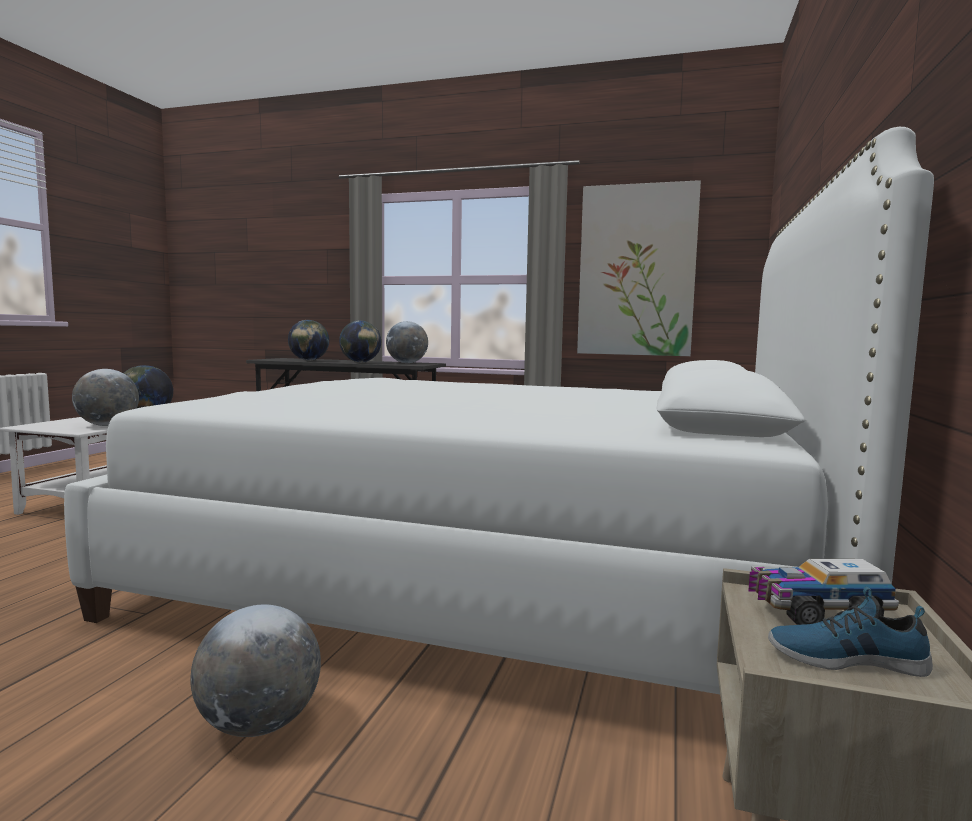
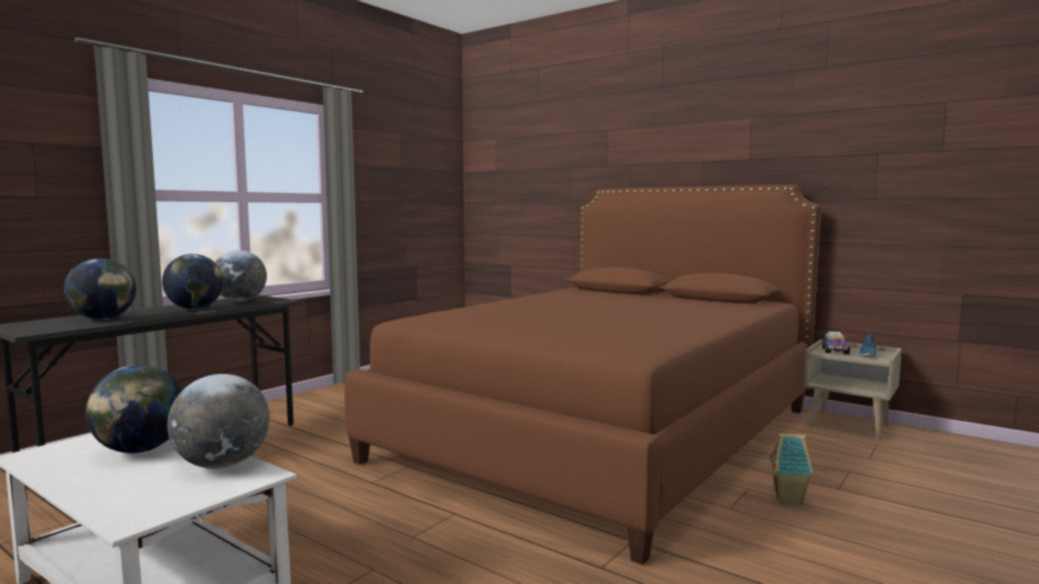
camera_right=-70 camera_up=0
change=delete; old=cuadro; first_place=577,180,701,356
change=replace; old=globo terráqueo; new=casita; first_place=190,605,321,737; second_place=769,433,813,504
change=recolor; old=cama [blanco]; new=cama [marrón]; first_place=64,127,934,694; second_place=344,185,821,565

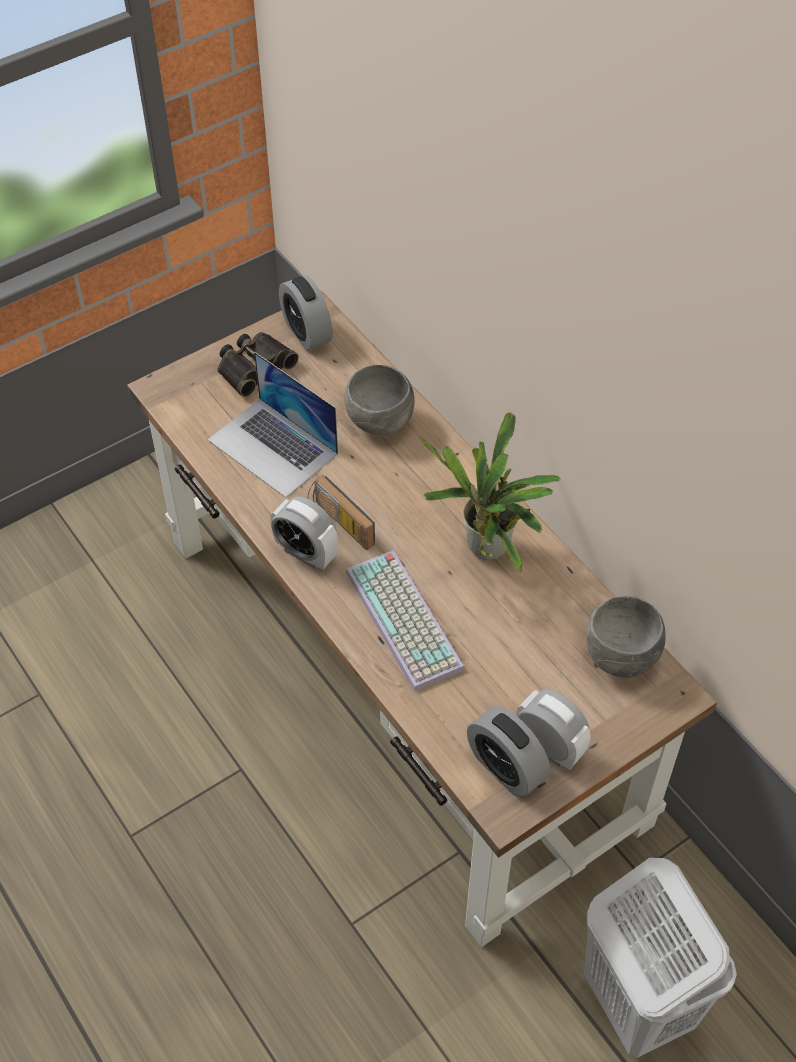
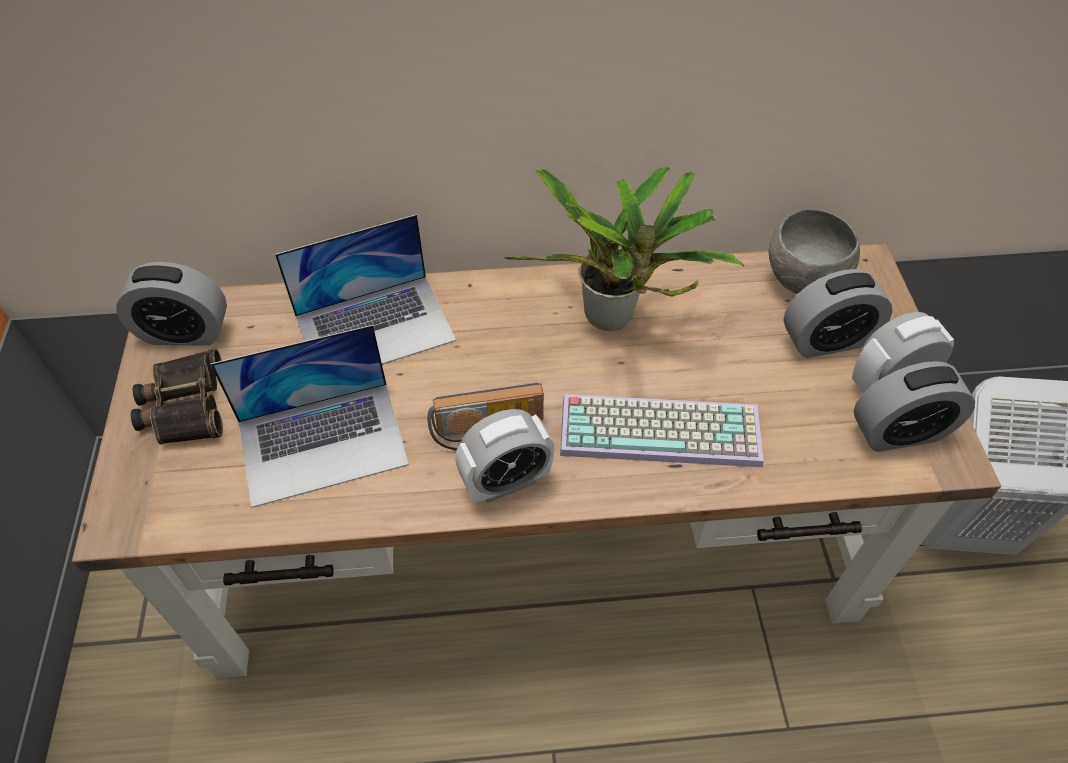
camera_right=-60 camera_up=0
change=insert; new=despertador; second_place=784,269,893,358
change=replace; old=cuenco [gris]; new=portátil; first_place=344,365,415,435; second_place=275,214,456,365

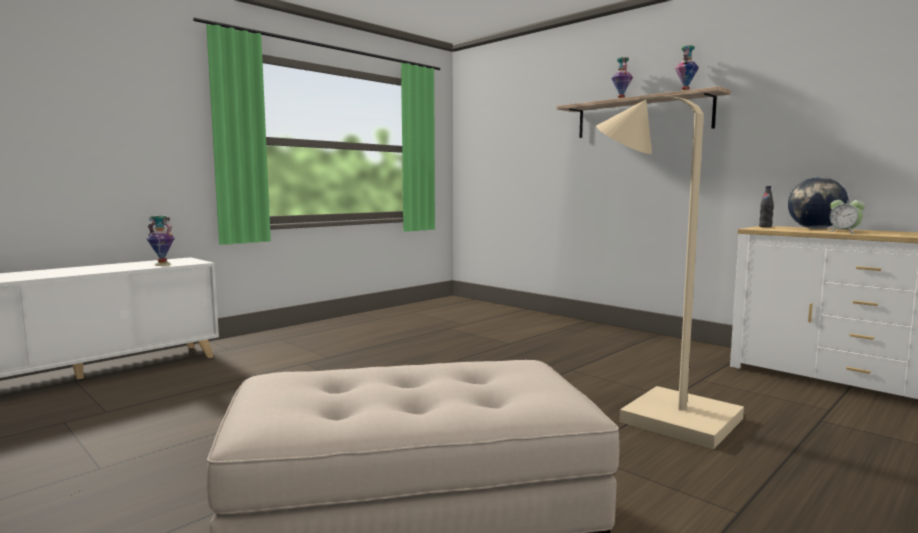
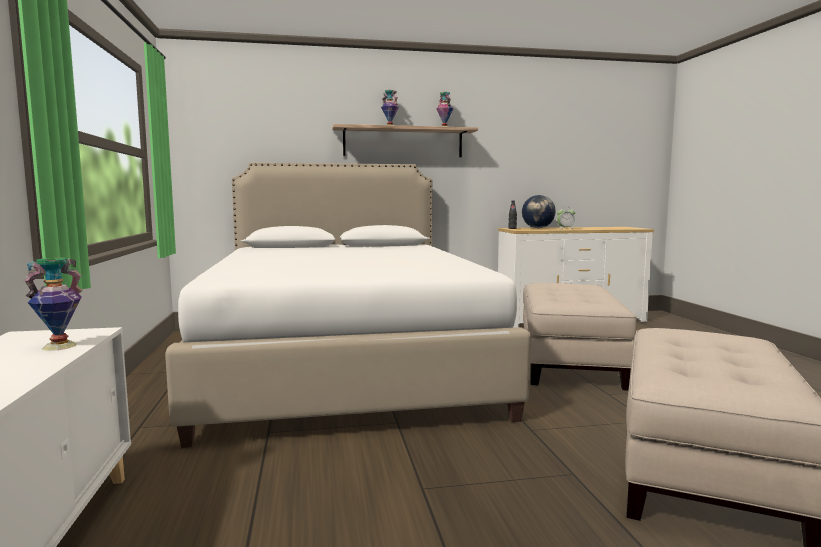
camera_right=-55 camera_up=0
change=insert; new=cama [blanco]; second_place=165,162,531,448
change=replace; old=lámpara de pie [beis]; new=puf [beis]; first_place=596,96,744,449; second_place=523,283,637,391

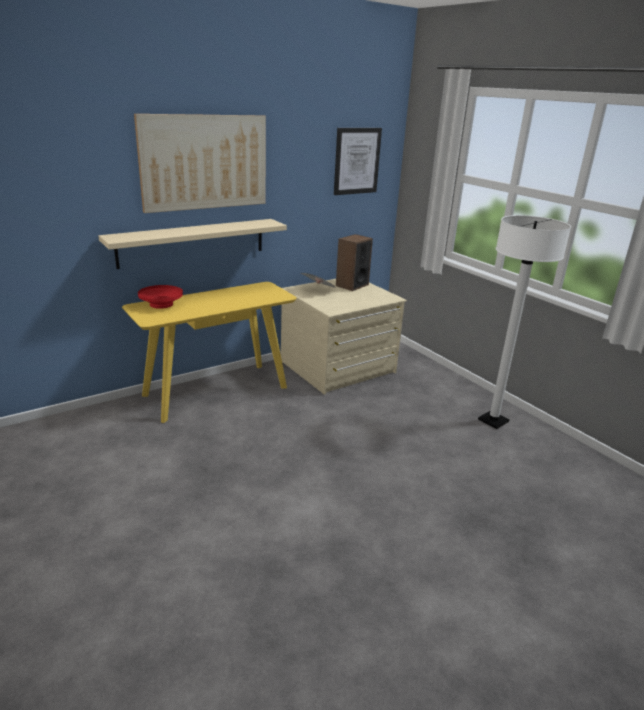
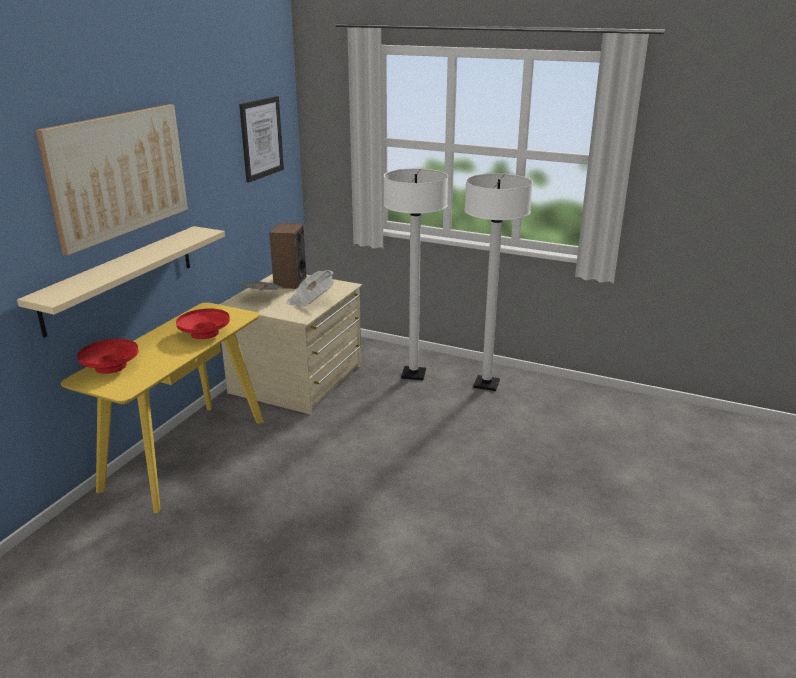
camera_right=-30 camera_up=0
change=insert; new=cuenco [rojo]; second_place=176,308,230,339
change=insert; new=periódico; second_place=286,270,334,308
change=insert; new=lámpara de pie [blanco]; second_place=384,168,448,380

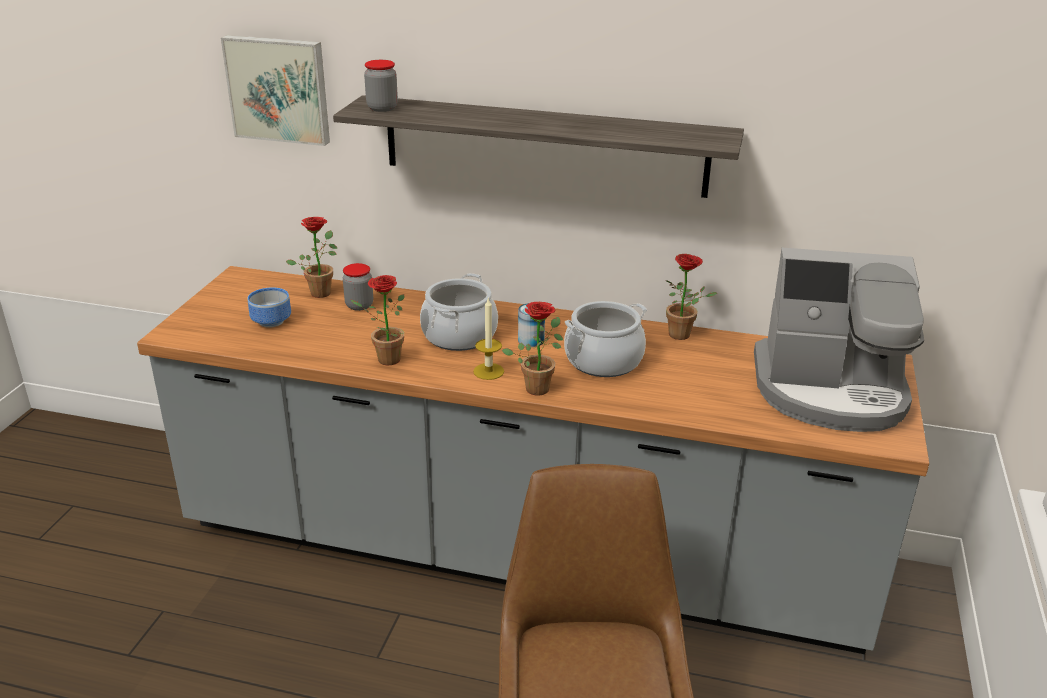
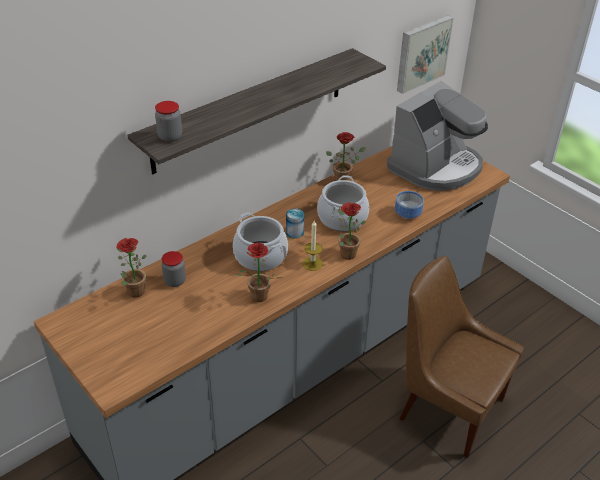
camera_right=-55 camera_up=10
change=move; old=cuadro; first_place=221,35,330,146; second_place=397,15,453,94
change=move; old=cuenco; first_place=248,287,291,328; second_place=395,191,424,219

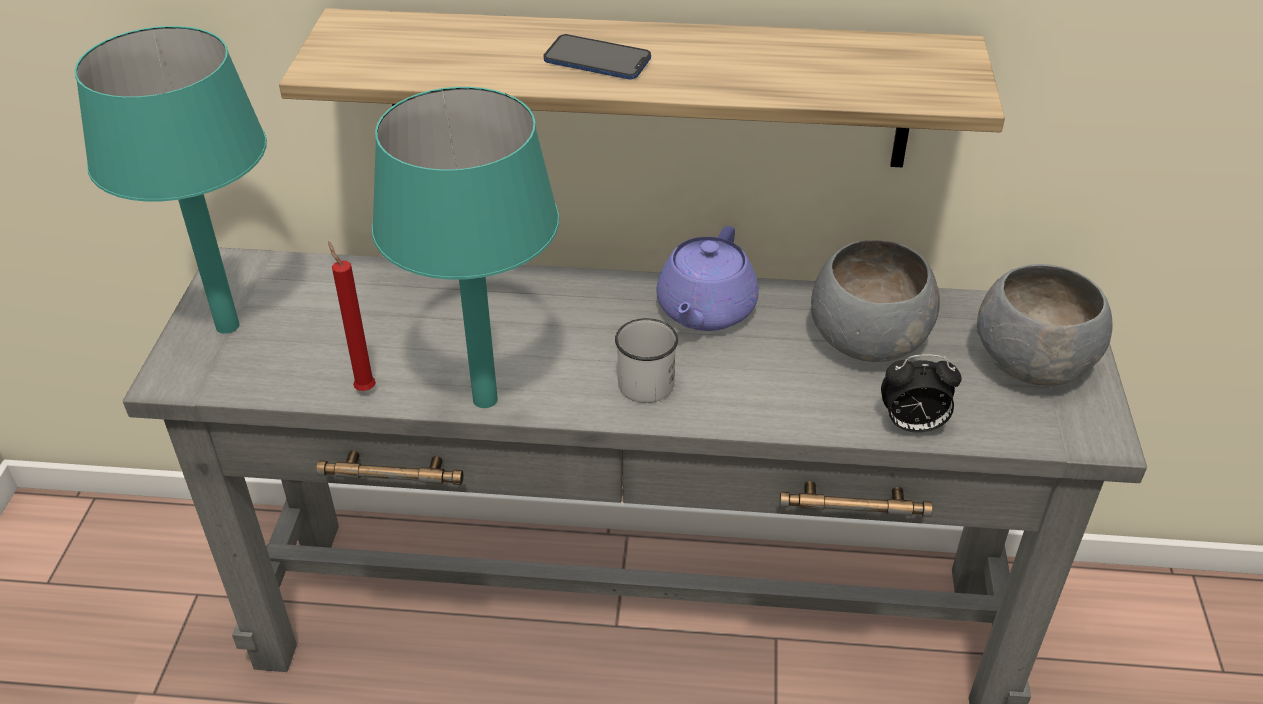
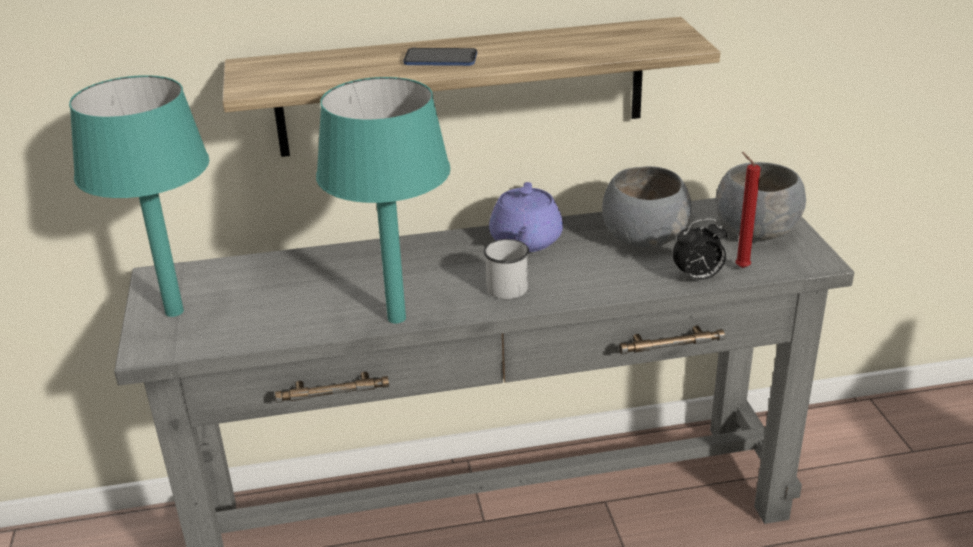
camera_right=-15 camera_up=-10
change=move; old=vela [rojo]; first_place=328,241,376,391; second_place=735,152,761,268

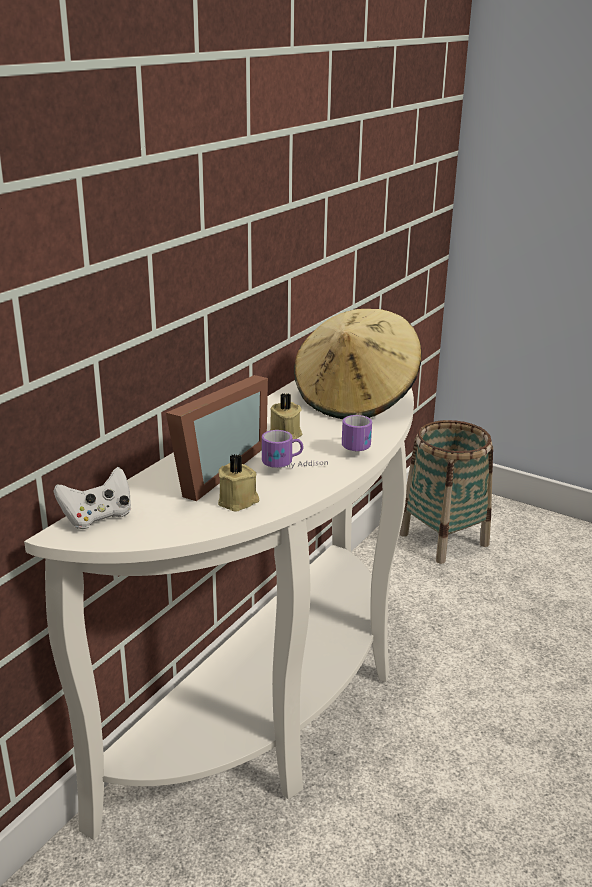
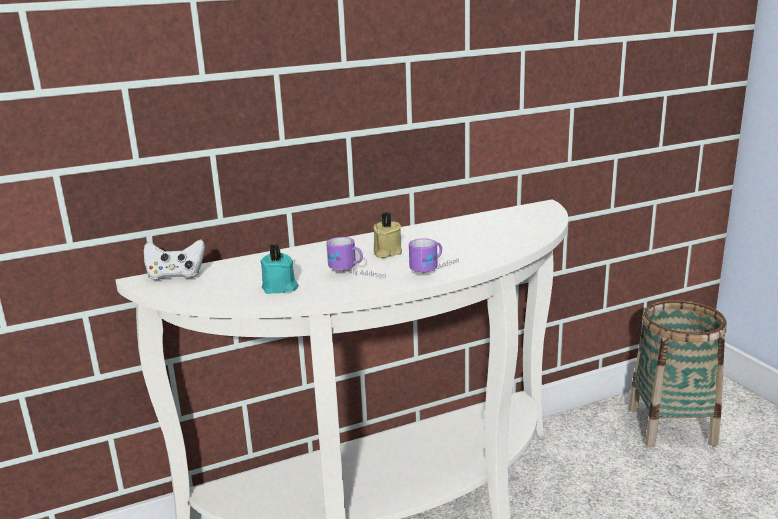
camera_right=35 camera_up=-5
change=delete; old=portarretratos; first_place=166,375,268,501
change=delete; old=sombrero [beis]; first_place=294,309,422,419
change=recolor; old=vela [beis]; new=vela [turquesa]; first_place=218,454,259,512; second_place=260,244,298,294

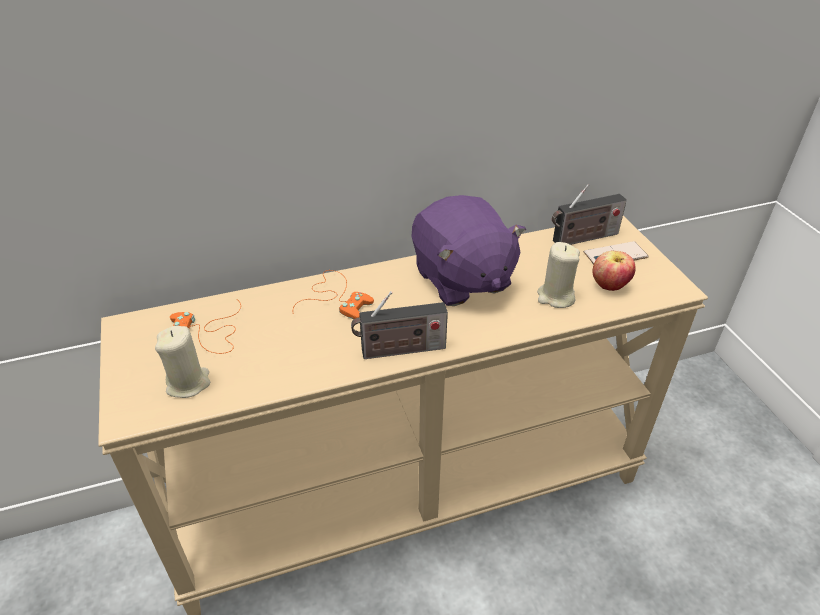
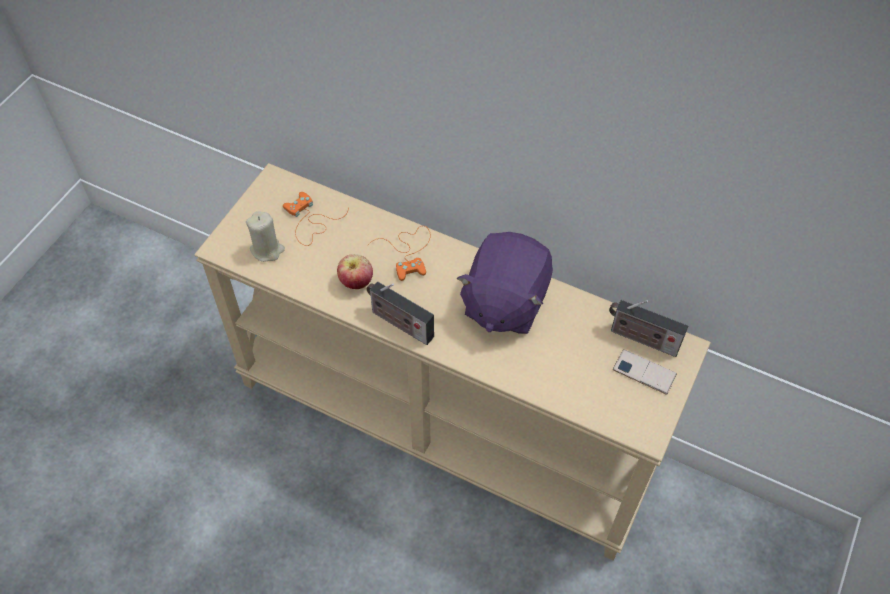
camera_right=45 camera_up=15
change=delete; old=vela [beis]; first_place=537,242,580,308
change=move; old=manzana; first_place=593,250,636,291; second_place=337,254,373,289

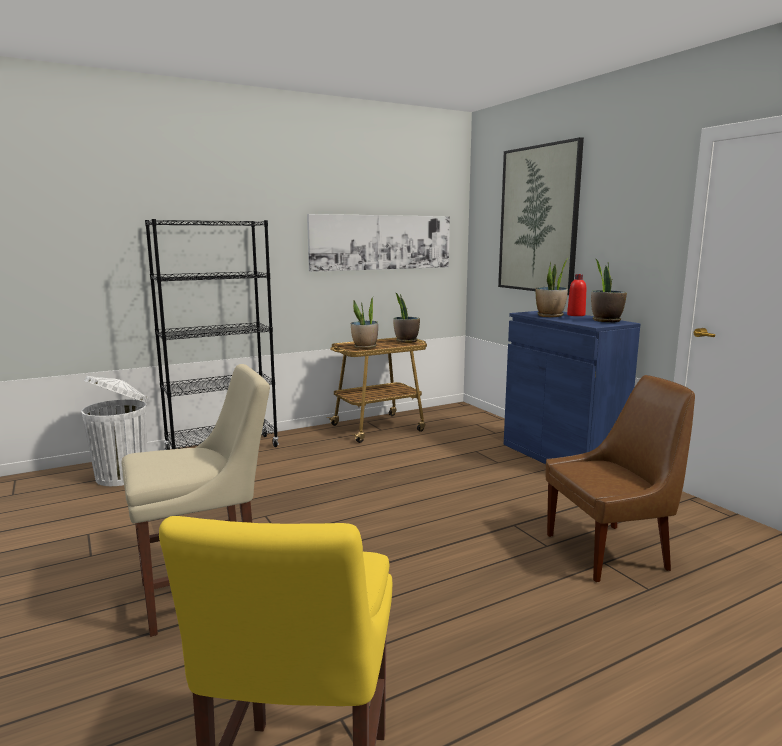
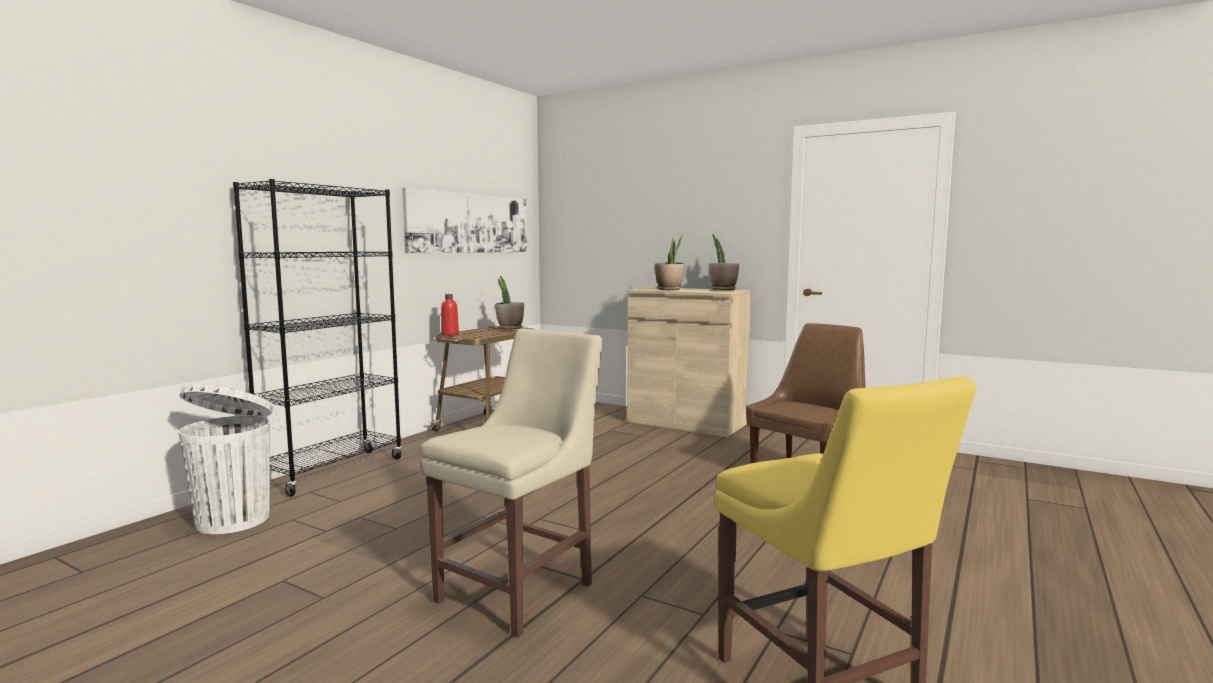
camera_right=-30 camera_up=-5
change=delete; old=planta en maceta; first_place=351,297,378,349
change=delete; old=cuadro; first_place=498,137,584,295
change=move; old=botella [rojo]; first_place=567,274,587,316; second_place=441,294,459,336
change=recolor; old=armario [azul]; new=armario [beis]; first_place=504,311,640,464; second_place=627,287,751,437

